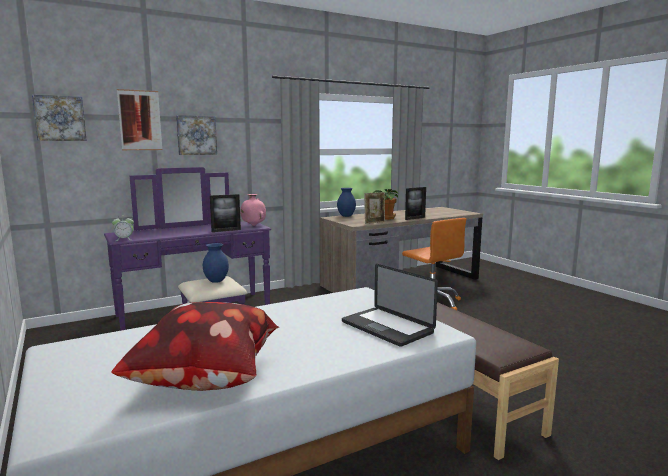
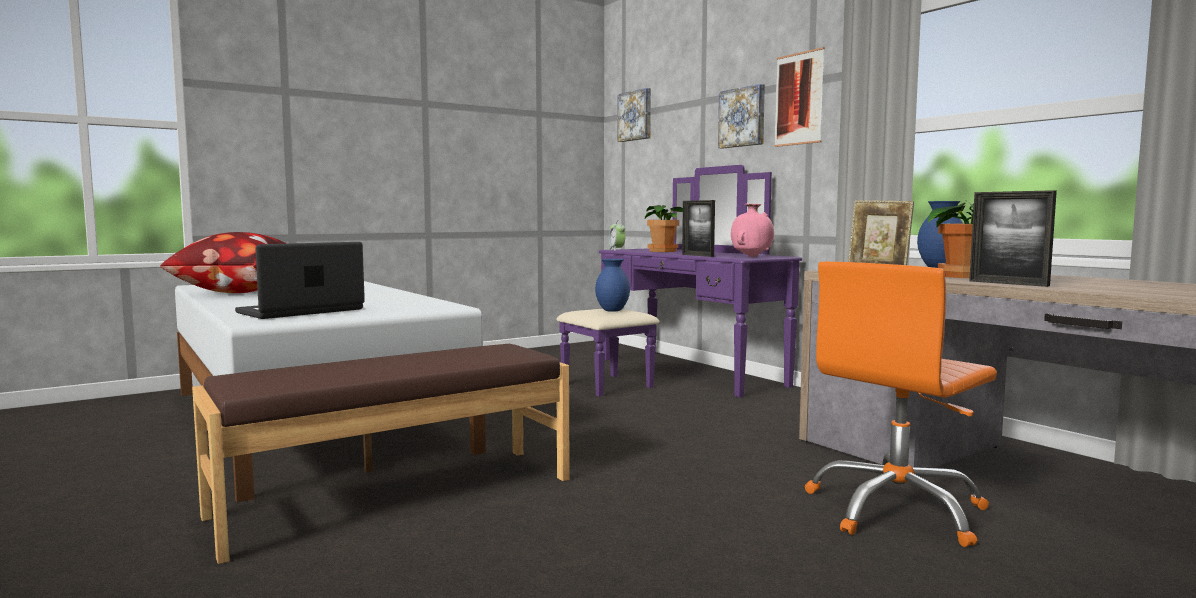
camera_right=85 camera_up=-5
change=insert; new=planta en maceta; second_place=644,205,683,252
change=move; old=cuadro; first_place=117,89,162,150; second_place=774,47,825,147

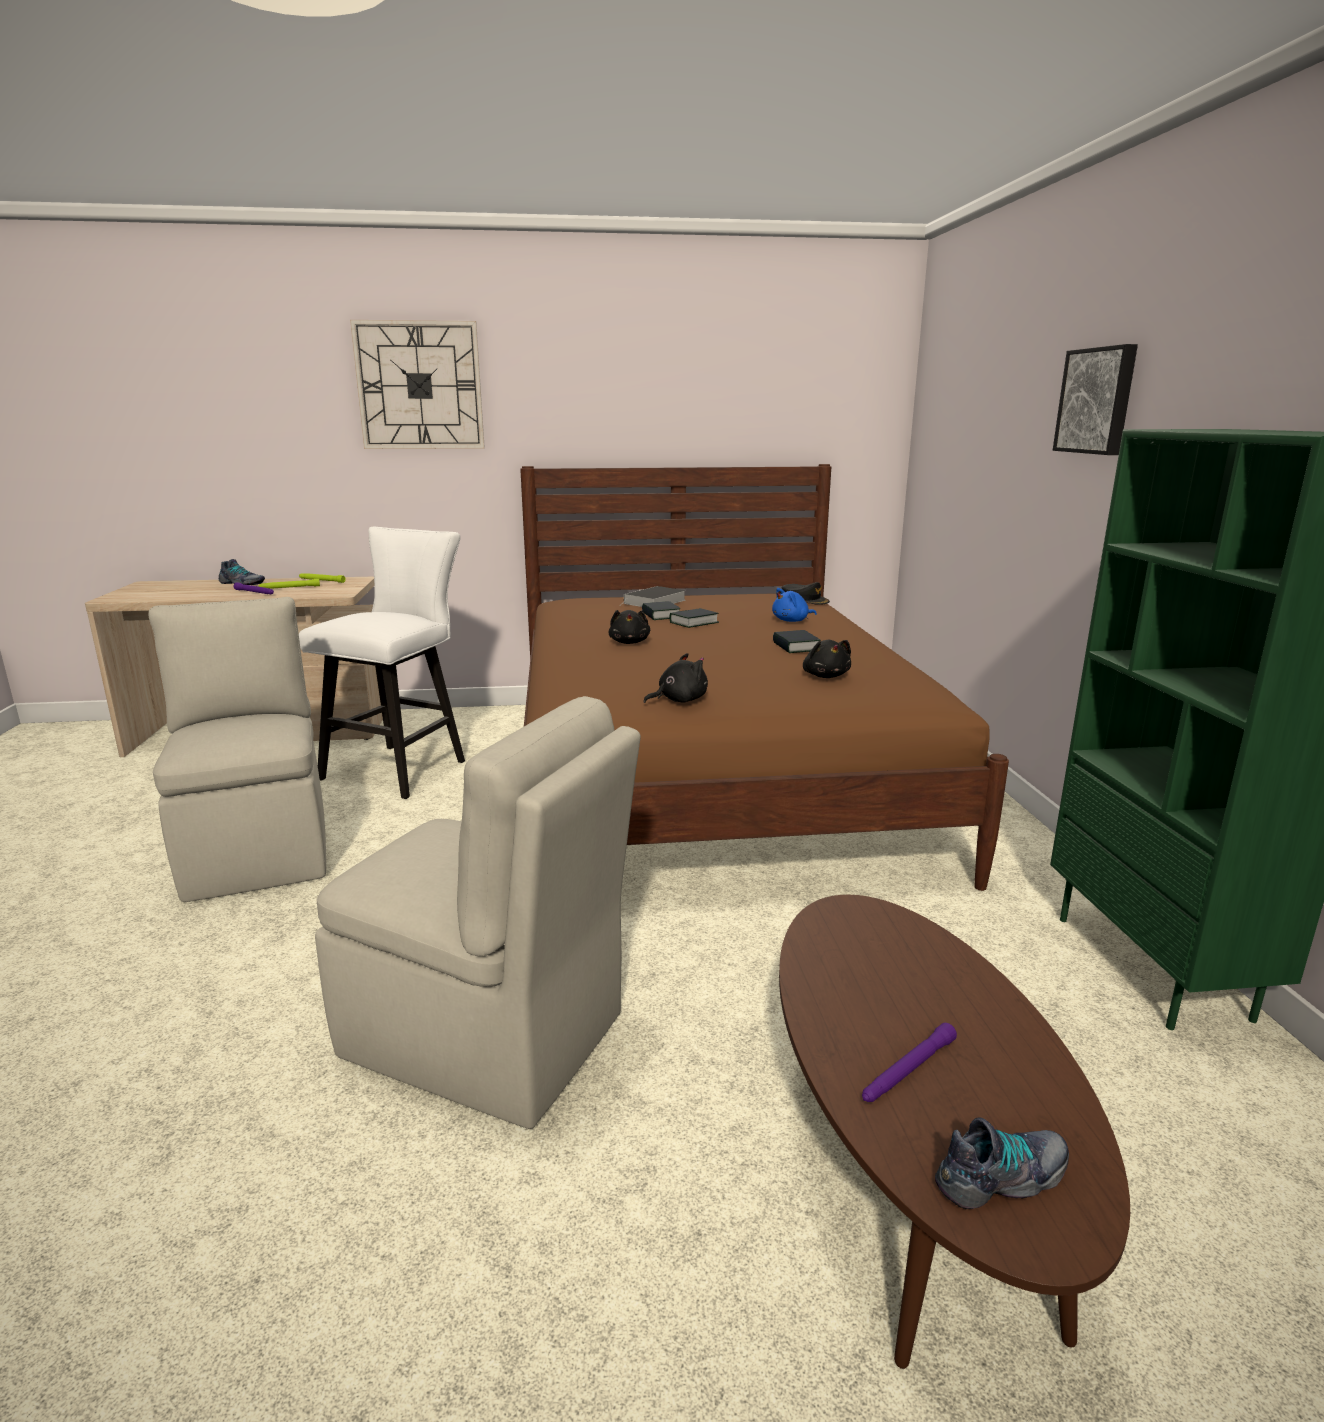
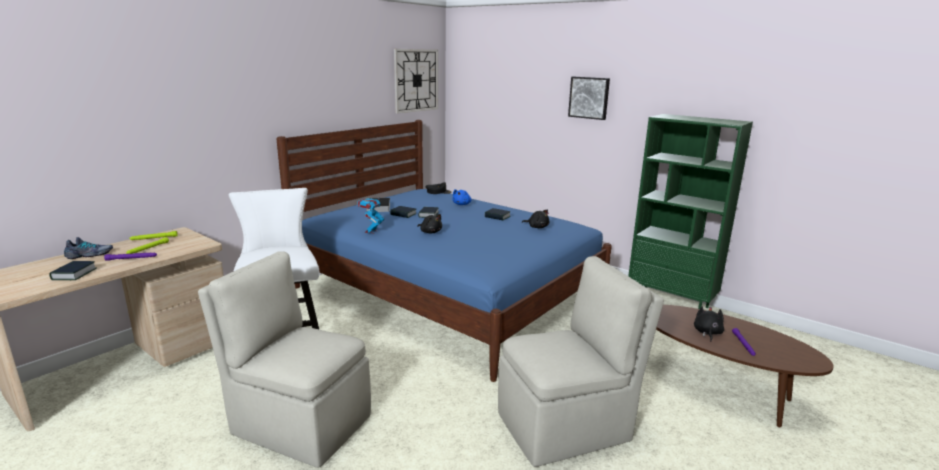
camera_right=-45 camera_up=0
change=delete; old=zapato; first_place=935,1117,1069,1209
change=insert; new=libro; second_place=49,261,97,280
change=insert; new=robot de juguete; second_place=357,193,385,234
change=move; old=reloj de pared; first_place=350,320,485,449; second_place=394,49,438,113
change=move; old=peluche [negro]; first_place=643,653,708,703; second_place=694,306,724,342
change=recolor; old=cama [marrón]; new=cama [azul]; first_place=520,464,1009,891; second_place=276,120,612,382

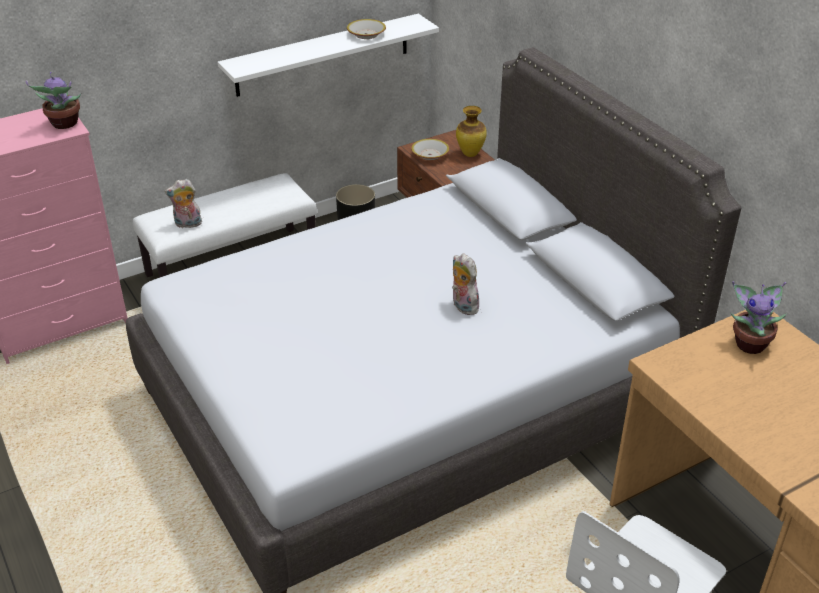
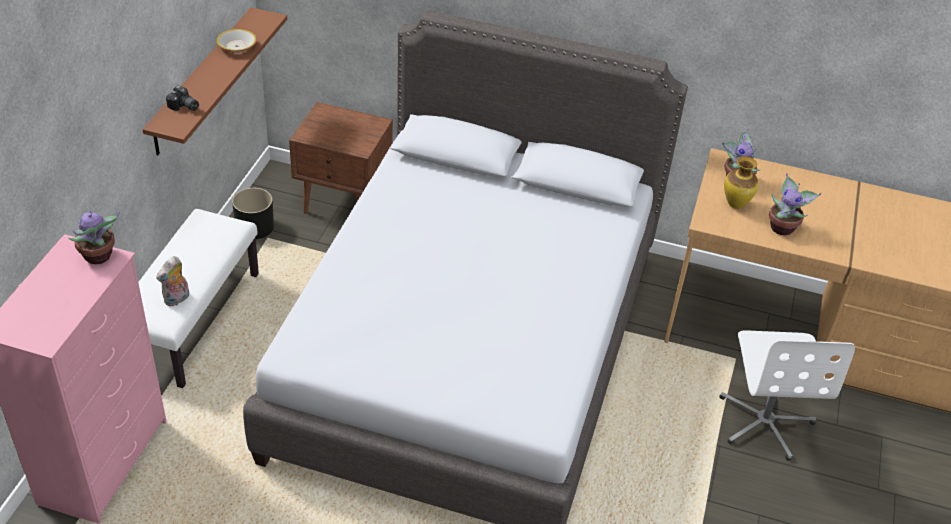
camera_right=-45 camera_up=5
change=delete; old=cuenco; first_place=411,139,449,160
change=delete; old=peluche; first_place=452,254,479,315
change=insert; new=cámara; second_place=166,85,199,111
change=insert; new=planta en maceta; second_place=769,173,821,235
change=move; old=florero; first_place=456,106,487,157; second_place=724,156,759,209
change=recolor; old=estante [blanco]; new=estante [marrón]; first_place=218,14,439,97; second_place=142,7,287,156

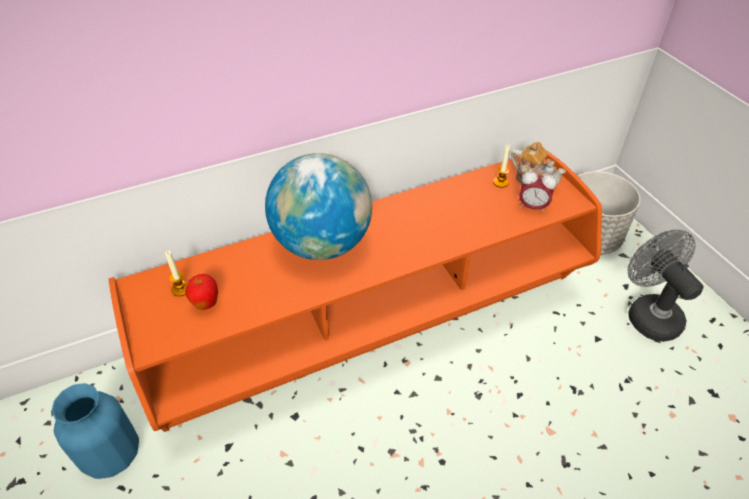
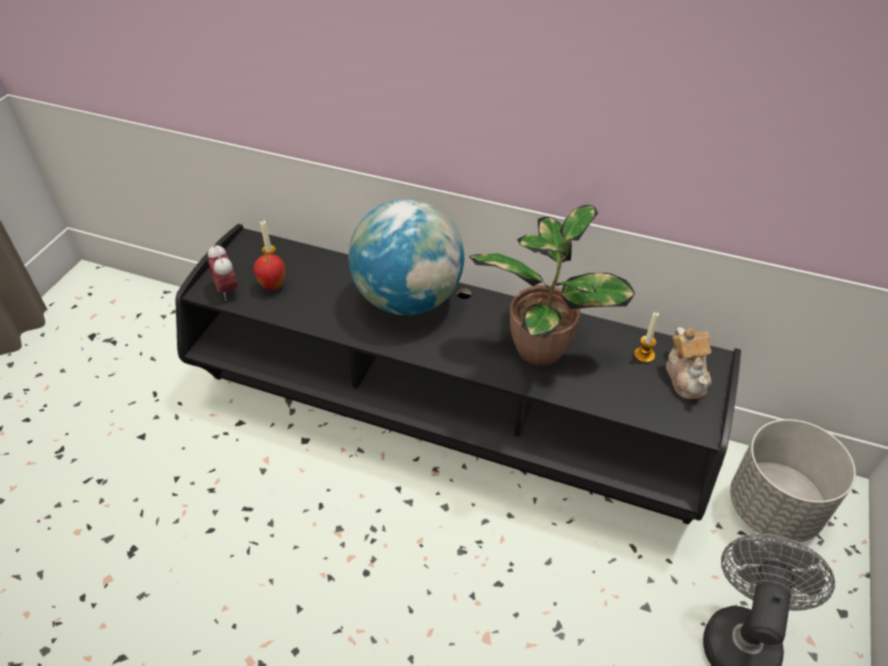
camera_right=45 camera_up=0
change=delete; old=florero [azul]; first_place=52,383,139,479
change=insert; new=planta en maceta; second_place=469,205,635,366
change=move; old=despertador; first_place=519,169,557,213; second_place=208,244,238,300
change=recolor; old=mueble de televisión [naranja]; new=mueble de televisión [negro]; first_place=108,150,602,432; second_place=176,224,741,524

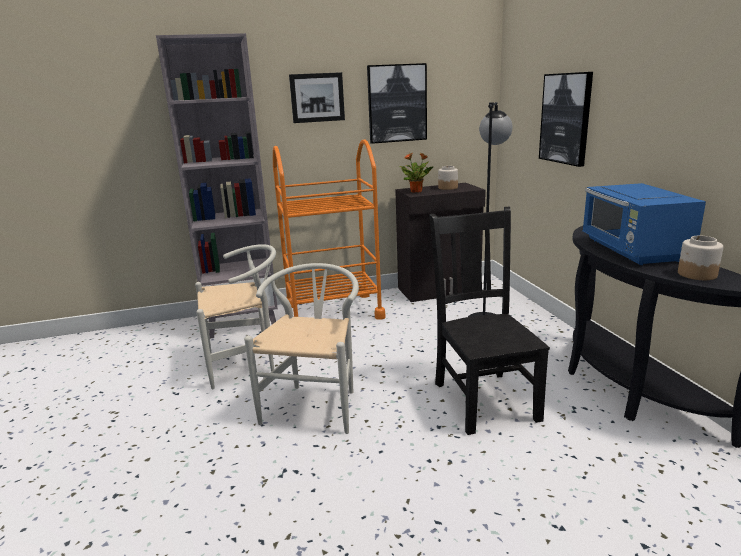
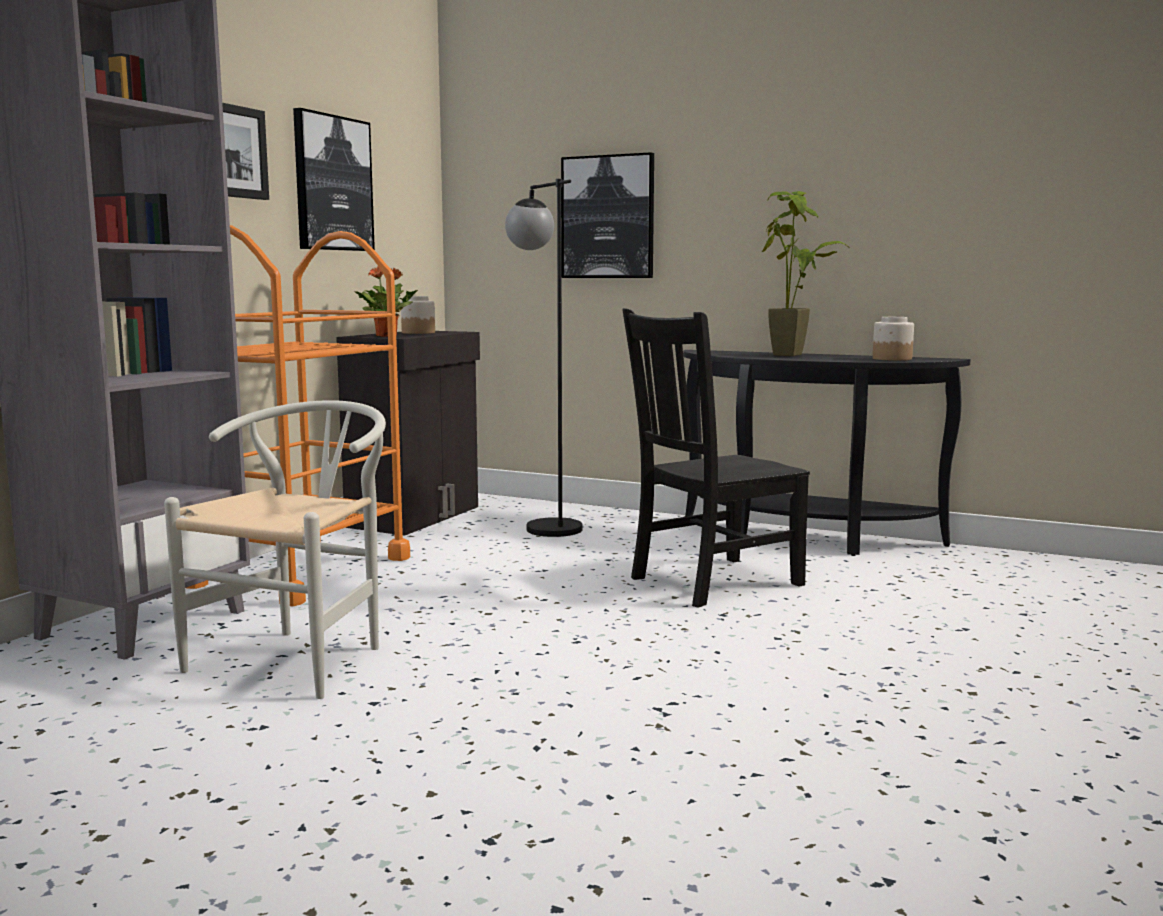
camera_right=-50 camera_up=-10
change=delete; old=silla [blanco]; first_place=244,263,359,434
change=replace; old=microondas [azul]; new=planta en maceta; first_place=582,183,706,265; second_place=762,191,851,356
change=rotate; old=silla [negro]; first_place=429,207,550,435; second_place=622,308,810,608; degrees=-60

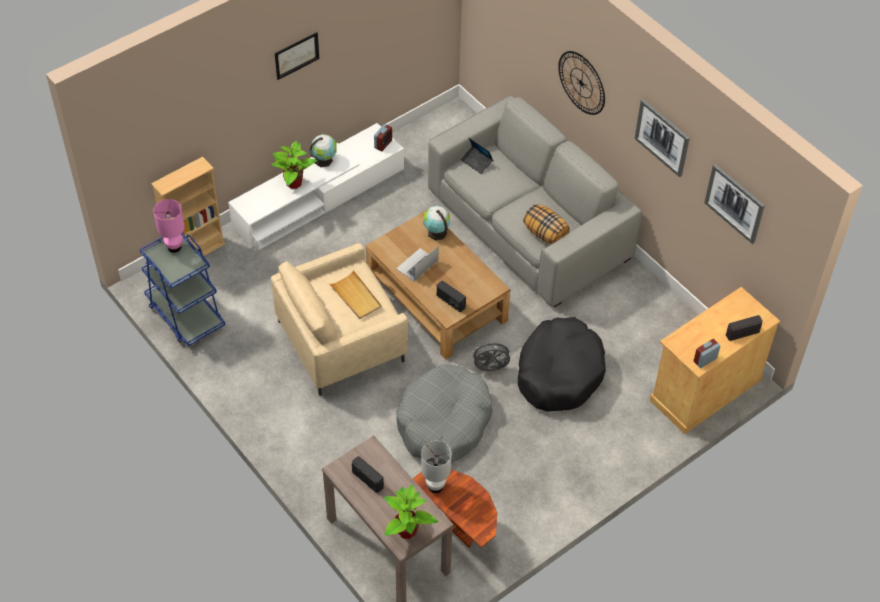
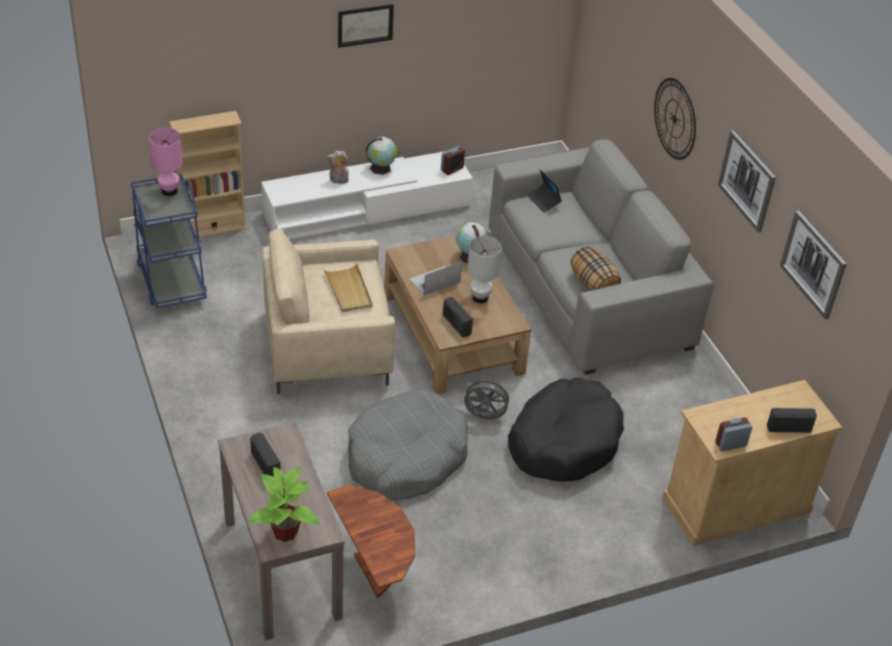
camera_right=15 camera_up=-10
change=move; old=lámpara de mesa [blanco]; first_place=421,441,452,493; second_place=467,236,502,303
change=replace; old=planta en maceta; new=peluche; first_place=271,141,317,189; second_place=327,151,349,184

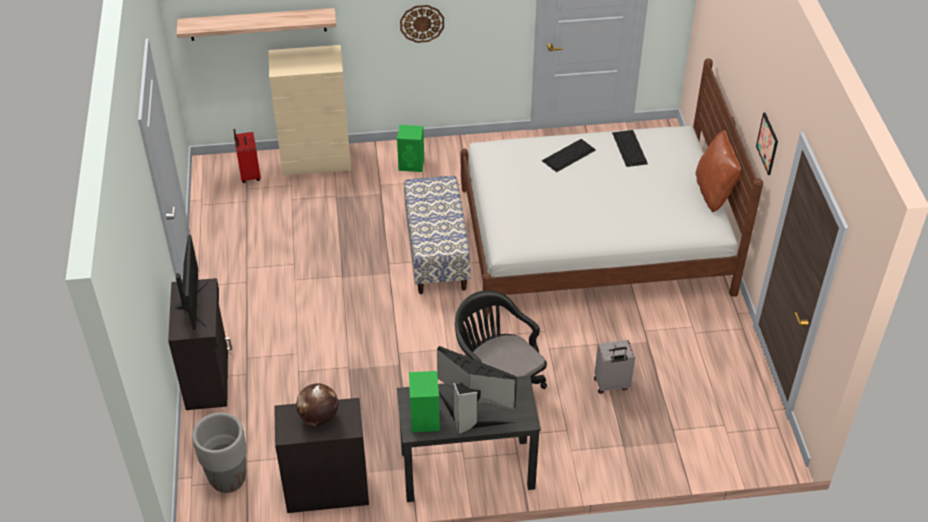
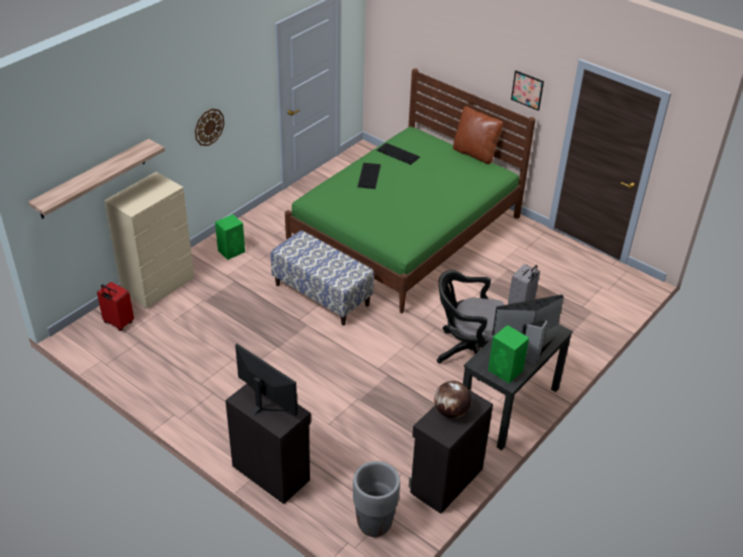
camera_right=-45 camera_up=-5
change=recolor; old=cama [blanco]; new=cama [verde]; first_place=461,58,763,317; second_place=285,68,536,313

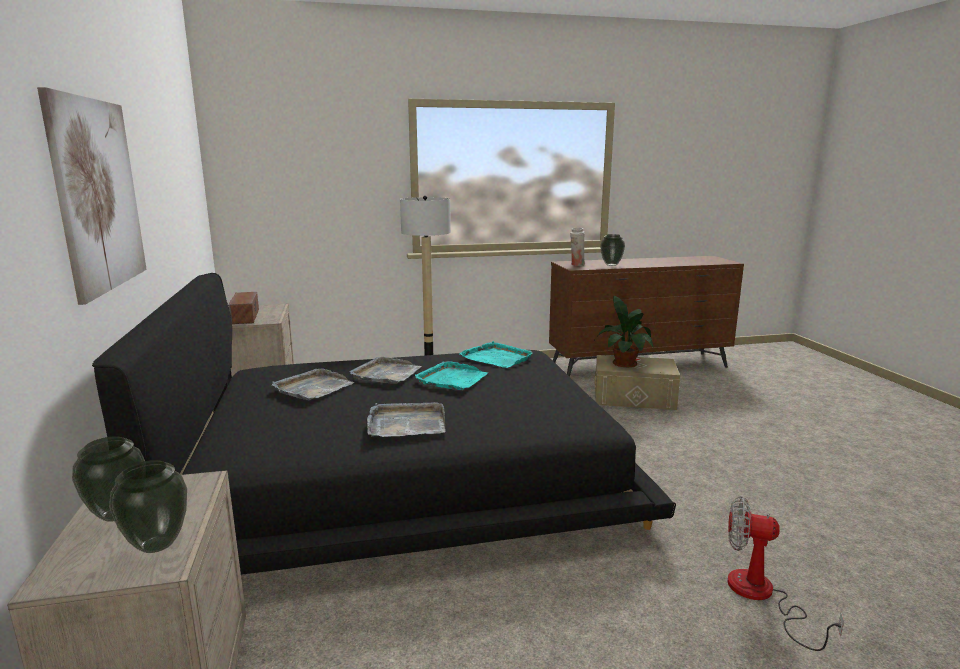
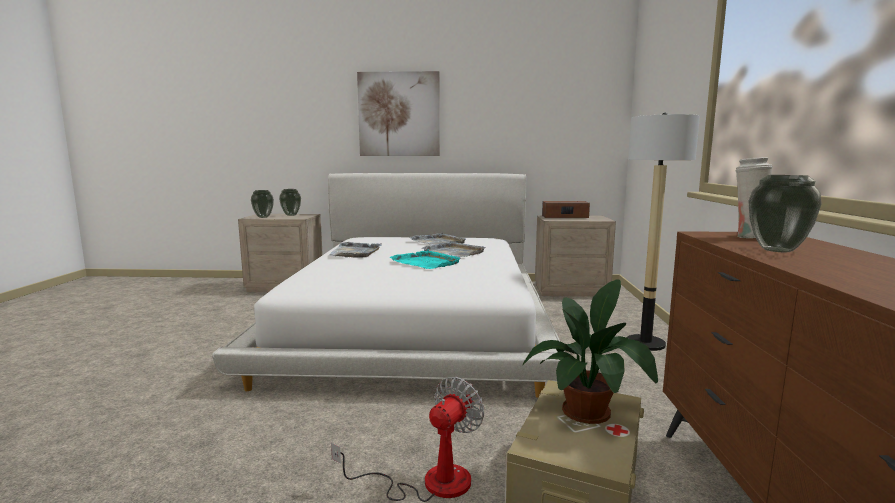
camera_right=105 camera_up=-5
change=delete; old=bandeja [turquesa]; first_place=459,341,533,368
change=move; old=ventilador; first_place=728,496,844,651; second_place=331,377,484,502
change=recolor; old=cama [negro]; new=cama [blanco]; first_place=92,273,676,575; second_place=212,173,565,398

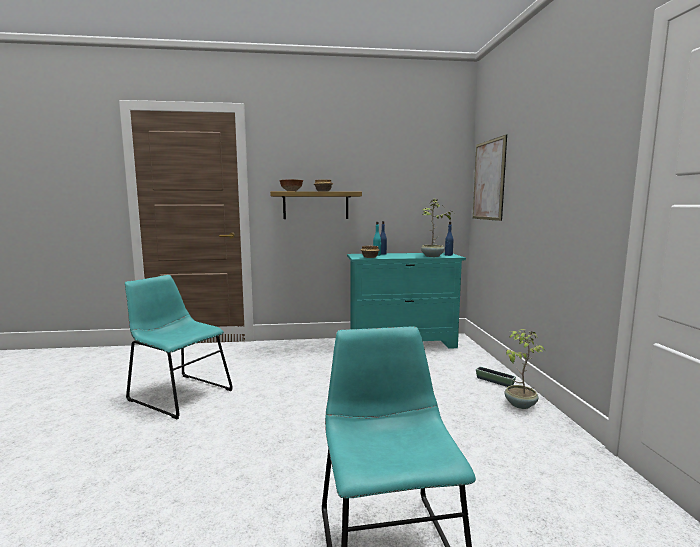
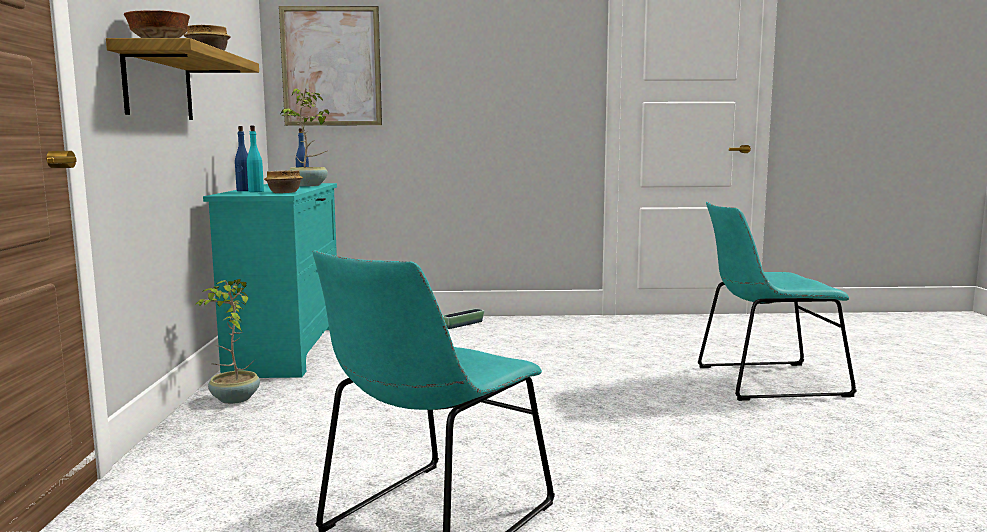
camera_right=-85 camera_up=0
change=move; old=planta en maceta; first_place=504,329,545,409; second_place=196,279,260,404

